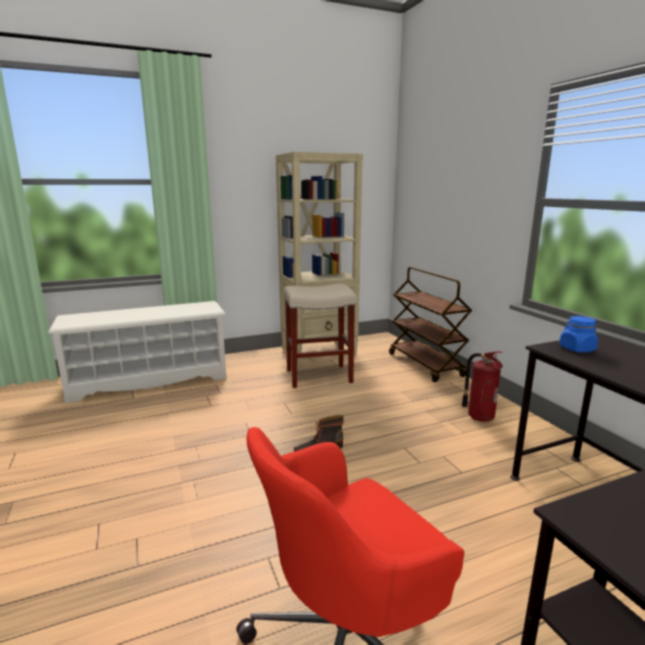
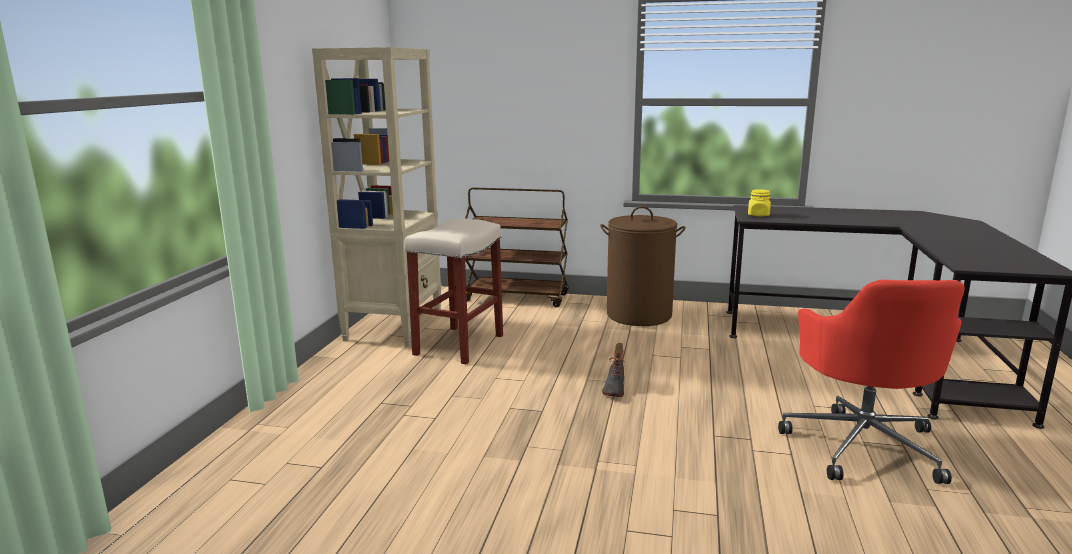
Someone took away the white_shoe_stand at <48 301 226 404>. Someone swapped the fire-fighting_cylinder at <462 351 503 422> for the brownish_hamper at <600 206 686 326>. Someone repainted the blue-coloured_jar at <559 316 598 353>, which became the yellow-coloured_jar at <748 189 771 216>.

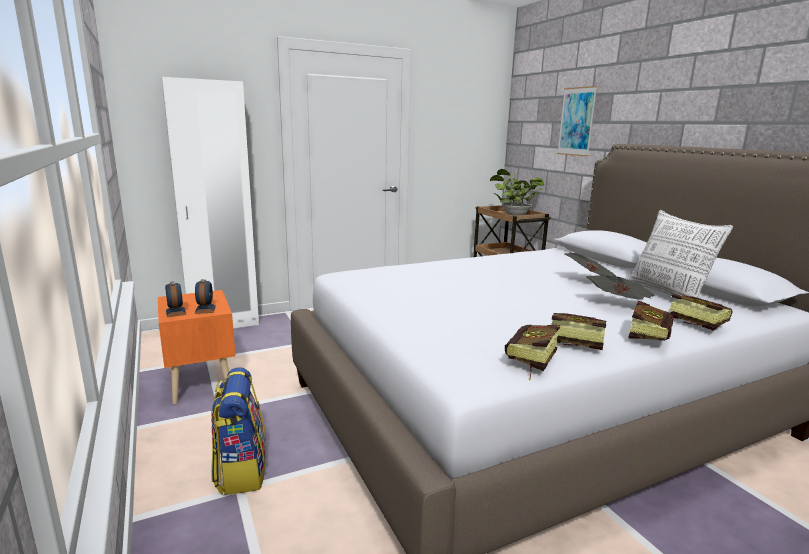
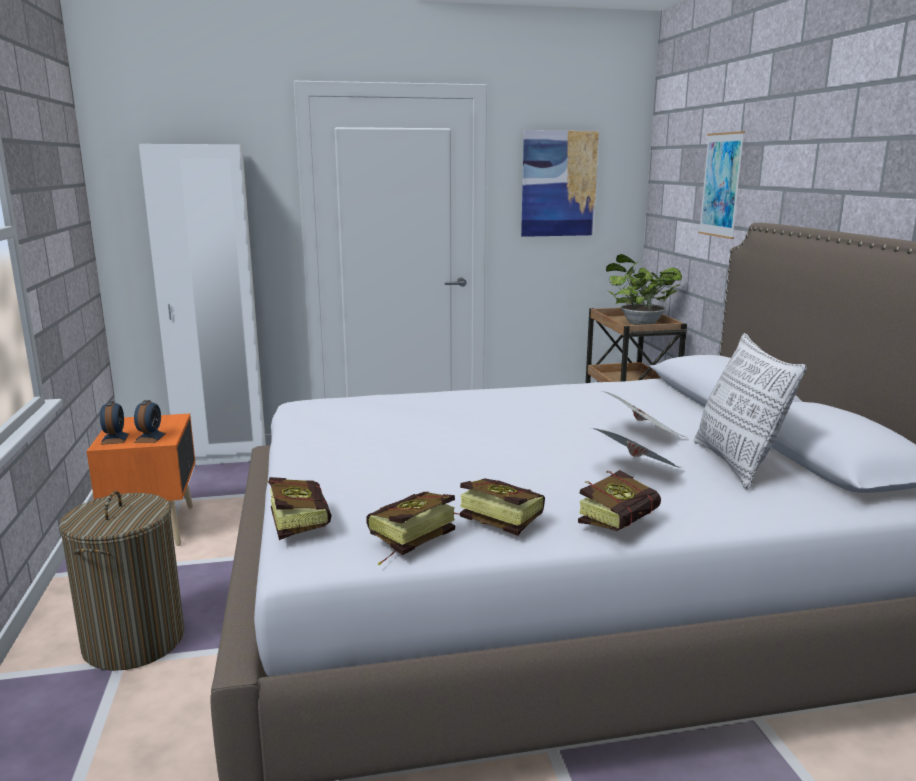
Someone swapped the backpack at <211 367 266 495> for the hamper at <59 491 184 671>. Someone carried the book from <670 294 733 331> to <267 477 332 540>. Someone put up the wall_picture at <521 130 599 237>.

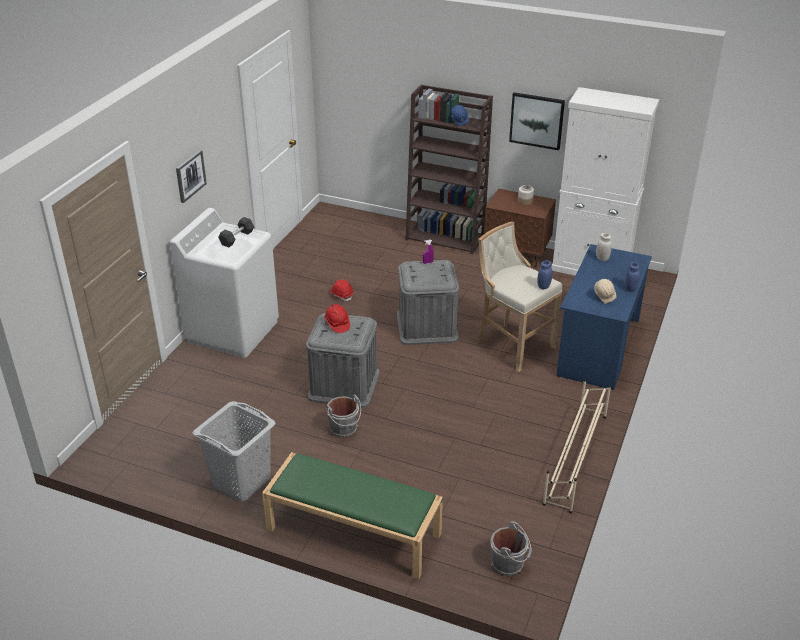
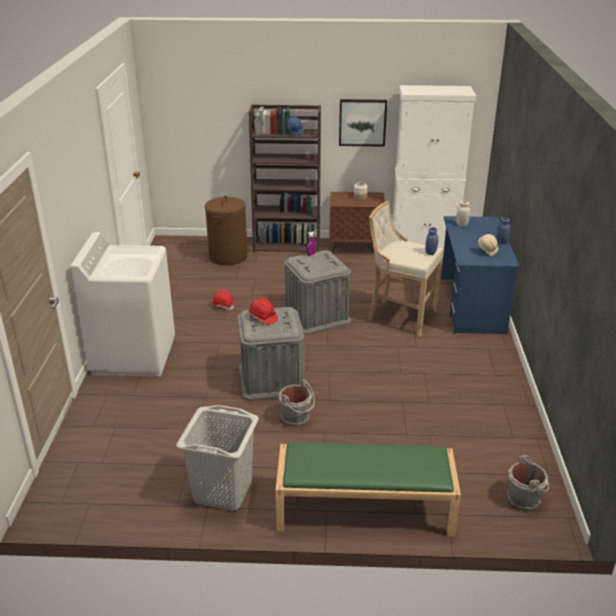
Someone took away the wall_picture at <176 150 207 203>. Someone took away the grey_free_weight at <218 217 254 247>. Someone took away the beige-coloured_shoe_stand at <543 379 611 513>. Someone put down the brownish_hamper at <205 195 248 265>.

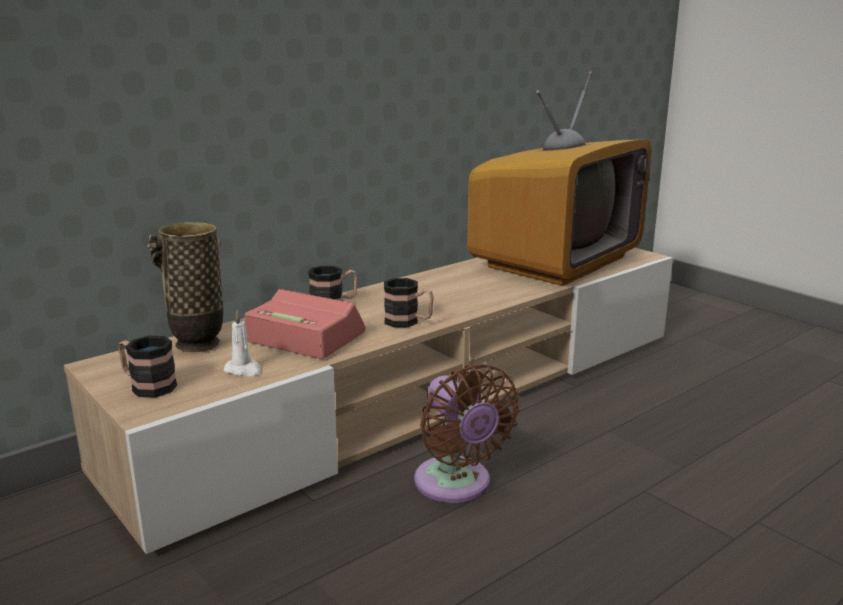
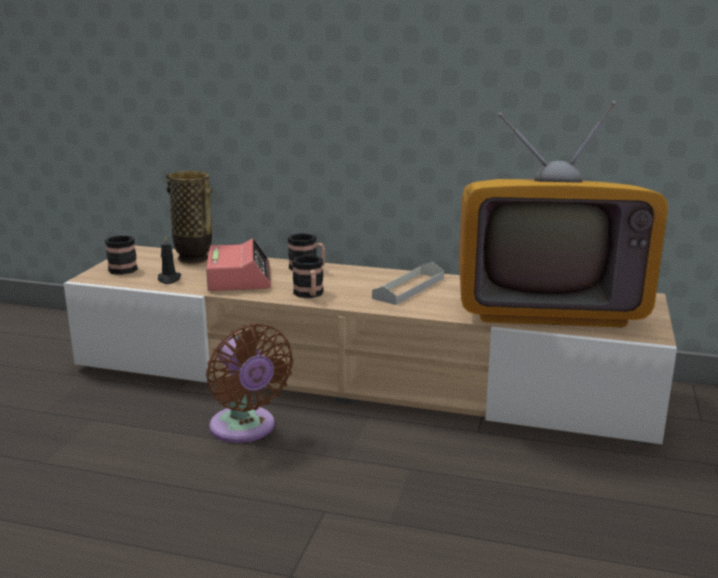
Someone repainted the white_candle at <224 311 261 376>, which became the black-coloured_candle at <158 235 181 284>. Someone rotated the brownish_cooling_fan at <414 364 520 503> by 60 degrees counterclockwise. Someone put down the grey_serving_tray at <372 262 444 305>.

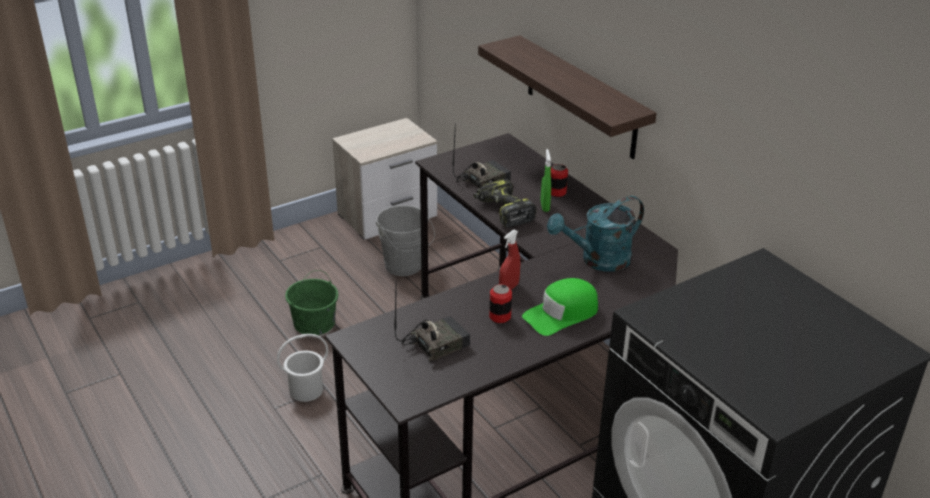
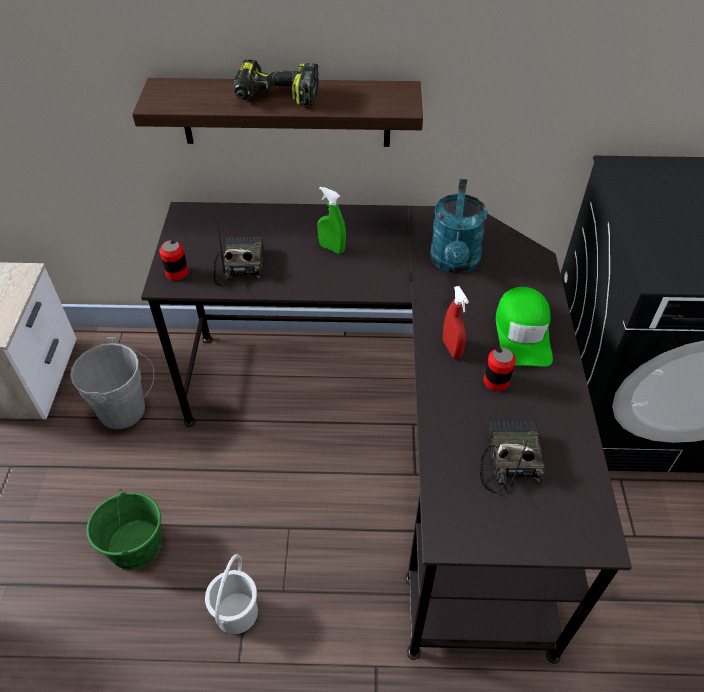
Someone carried the power_drill from <474 179 537 228> to <234 59 319 106>. Someone carried the can from <551 164 568 197> to <159 240 188 281>.

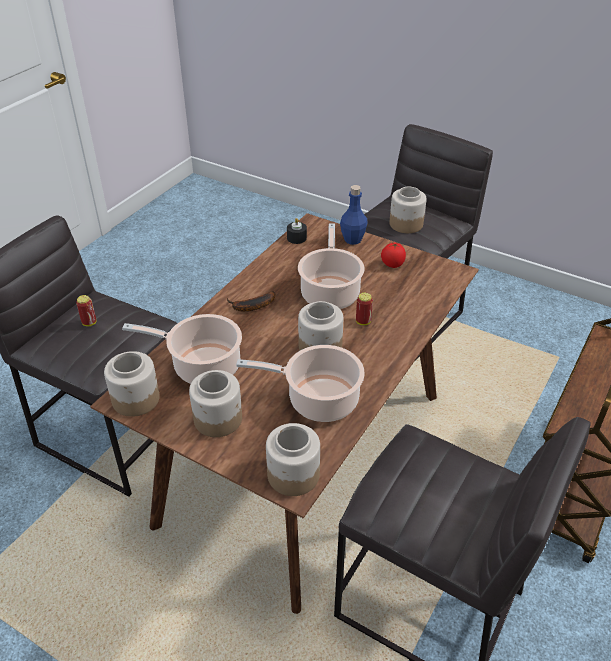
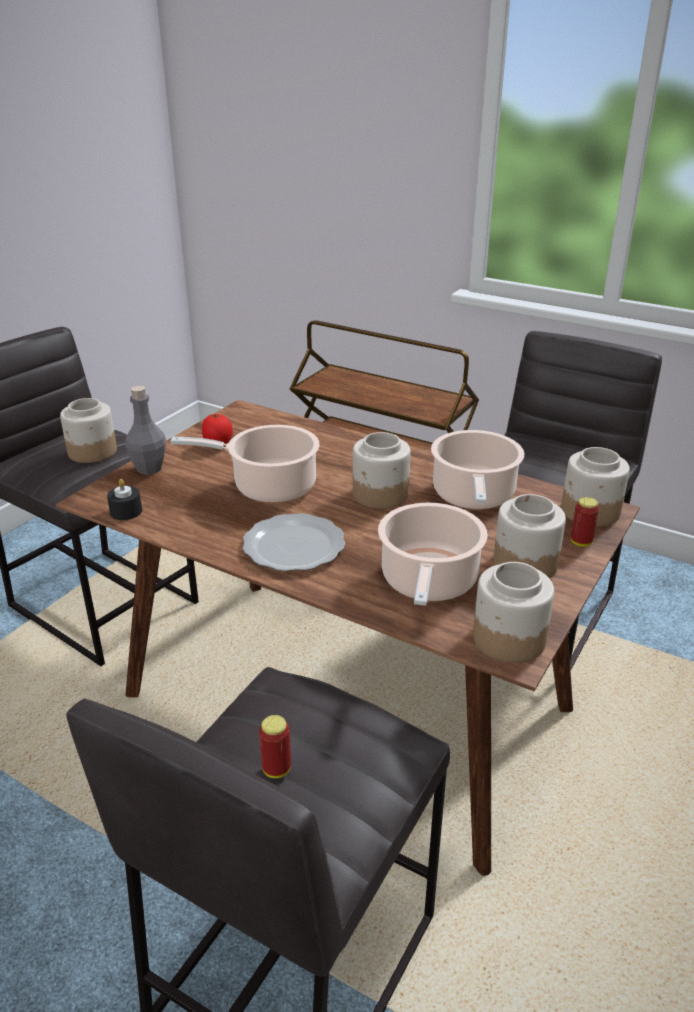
Someone swapped the banana at <227 292 275 311> for the flat_dish at <243 513 345 571>. Someone repainted the blue-coloured_beverage_bottle at <340 185 368 245>, which became the grey_beverage_bottle at <125 386 166 475>. Someone carried the can from <356 293 373 325> to <571 497 599 547>.

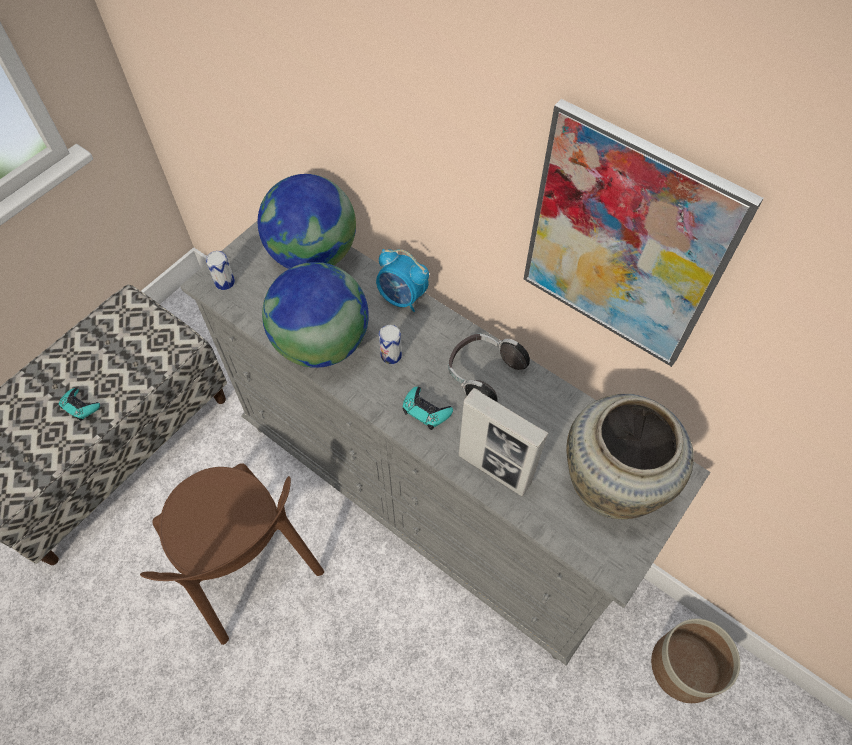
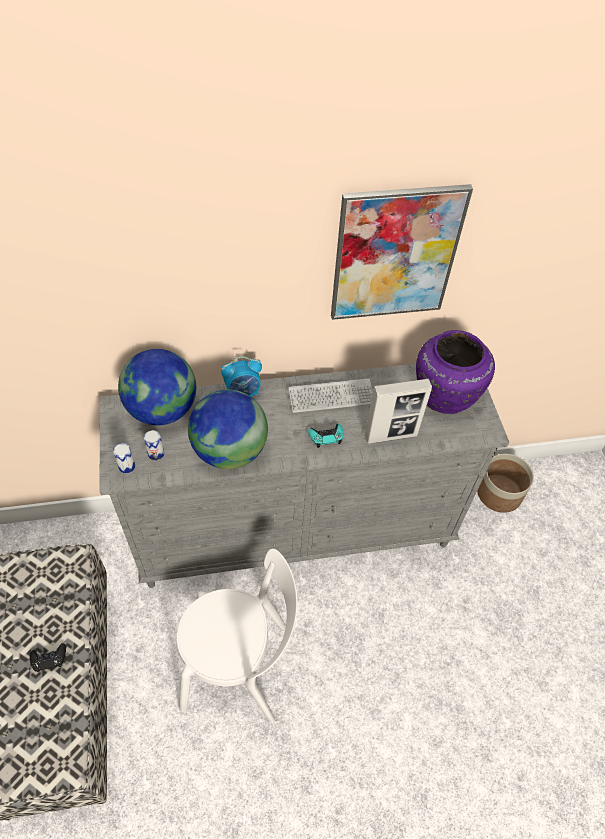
Someone repainted the blue-green_joypad at <59 388 100 421>, which became the black-coloured_joypad at <30 643 66 672>. Someone repainted the brownish_plain_chair at <140 463 324 645>, which became the white_plain_chair at <177 548 298 723>. Someone carried the can from <379 325 402 364> to <144 430 164 461>. Someone swapped the pair_of_headphones at <448 333 530 402> for the computer_keyboard at <288 379 373 413>. Someone repainted the beige-coloured_vase at <566 394 694 519>, which became the purplish_vase at <416 330 495 414>.

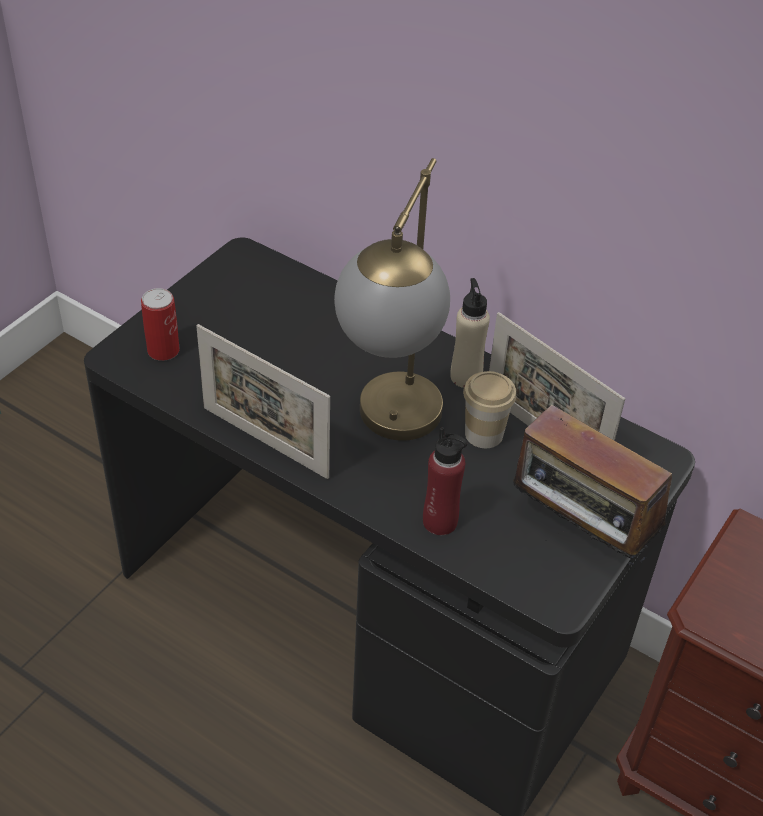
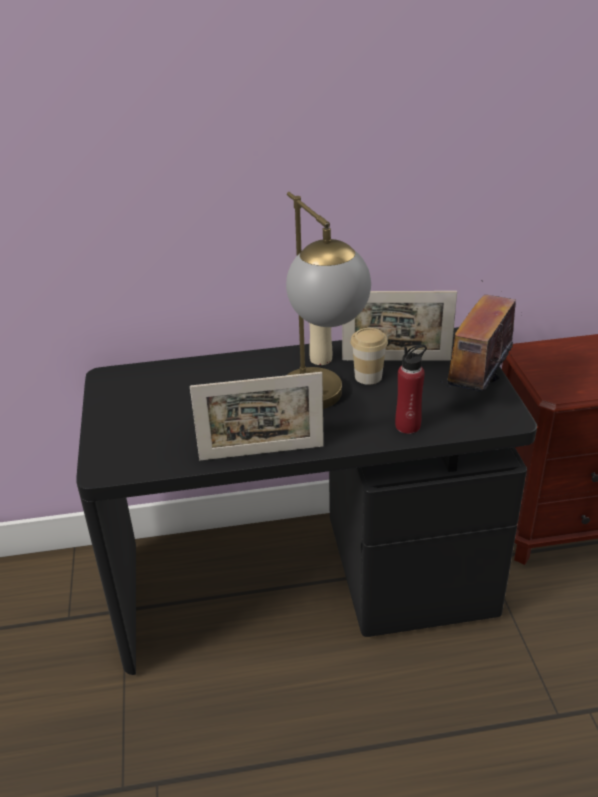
Someone took away the can at <141 288 180 361>. Someone rotated the radio at <513 405 672 565> by 120 degrees clockwise.

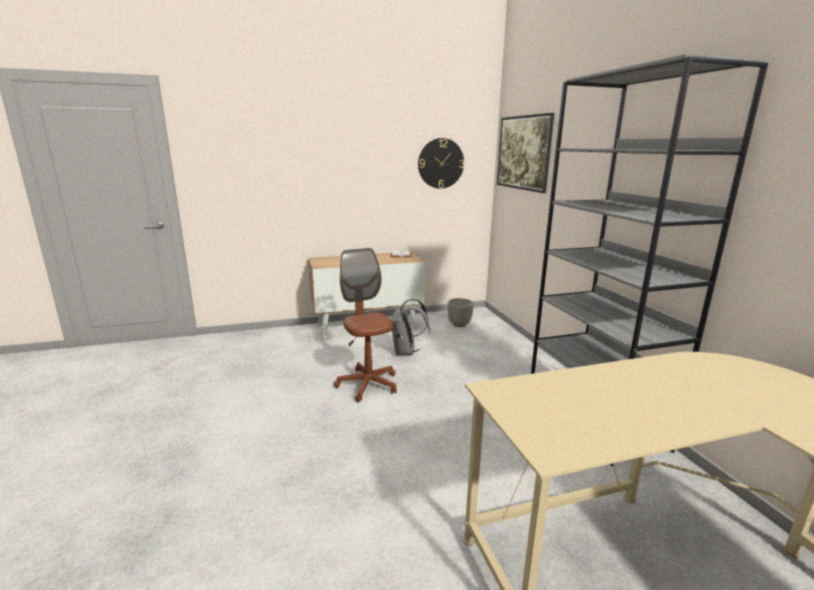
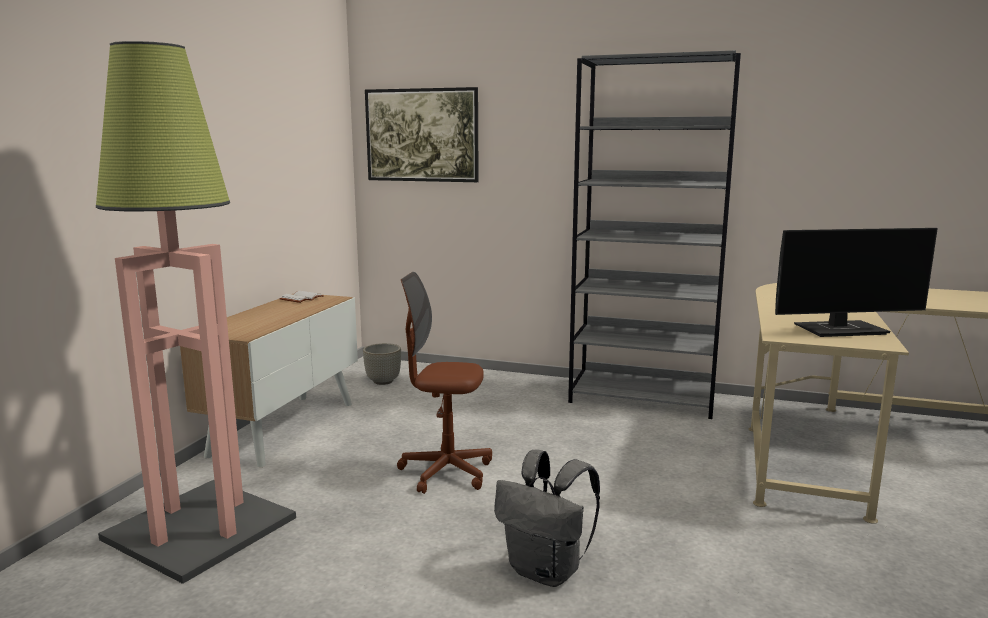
Someone carried the grey_backpack from <391 299 430 356> to <494 449 600 587>. Someone took away the wall_clock at <418 138 464 189>. Someone put down the standing_lamp at <96 41 296 584>. Someone put down the computer_display at <775 228 938 337>.

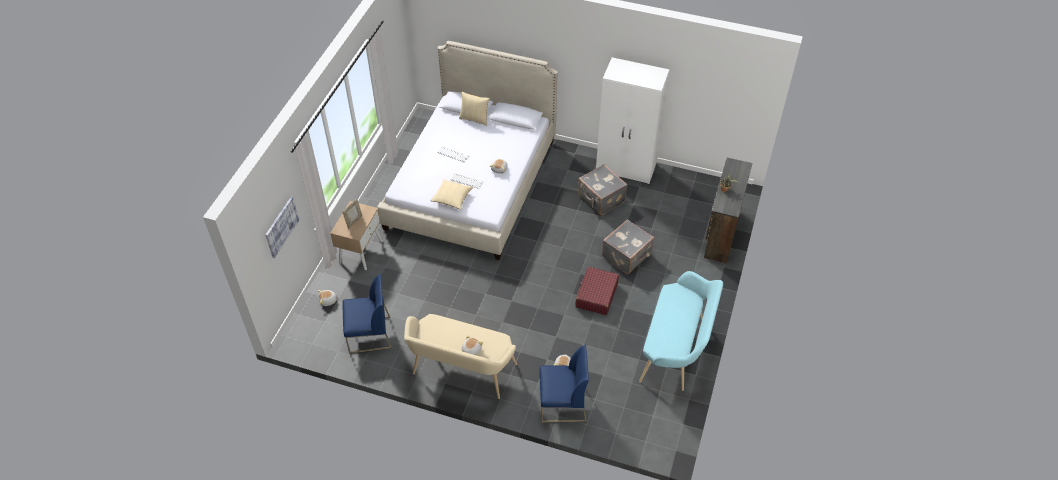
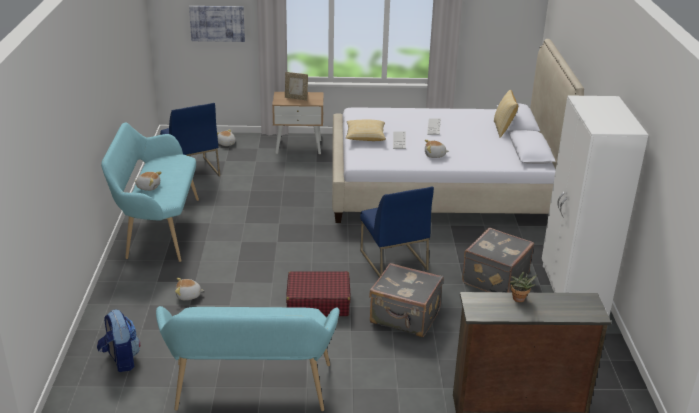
Someone repainted the beige-coloured_long_seat at <404 314 517 399>, which became the blue-green_long_seat at <101 123 199 262>. Someone carried the blue-coloured_plain_chair from <539 344 589 423> to <360 187 434 277>. Someone put down the backpack at <97 310 140 372>.

